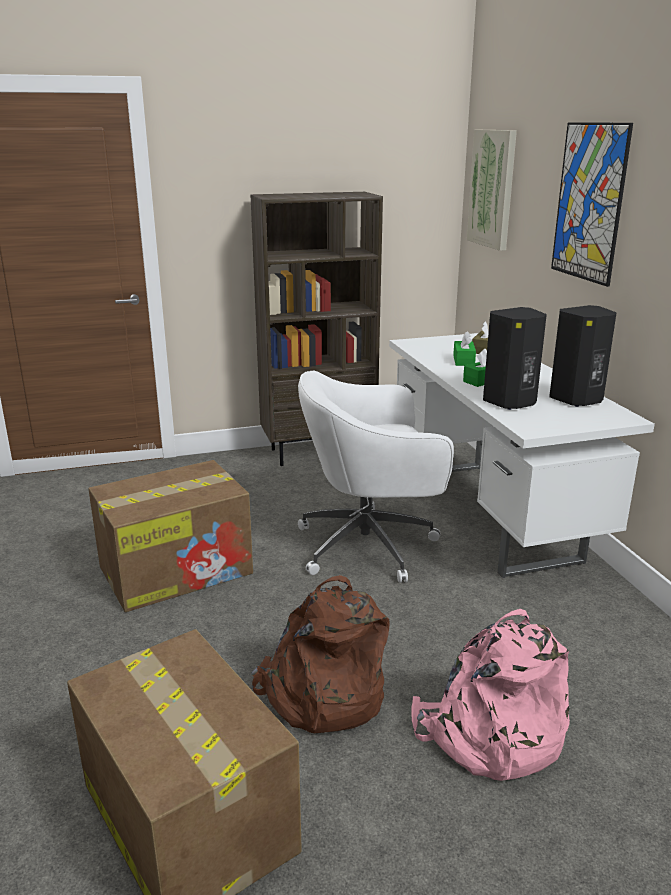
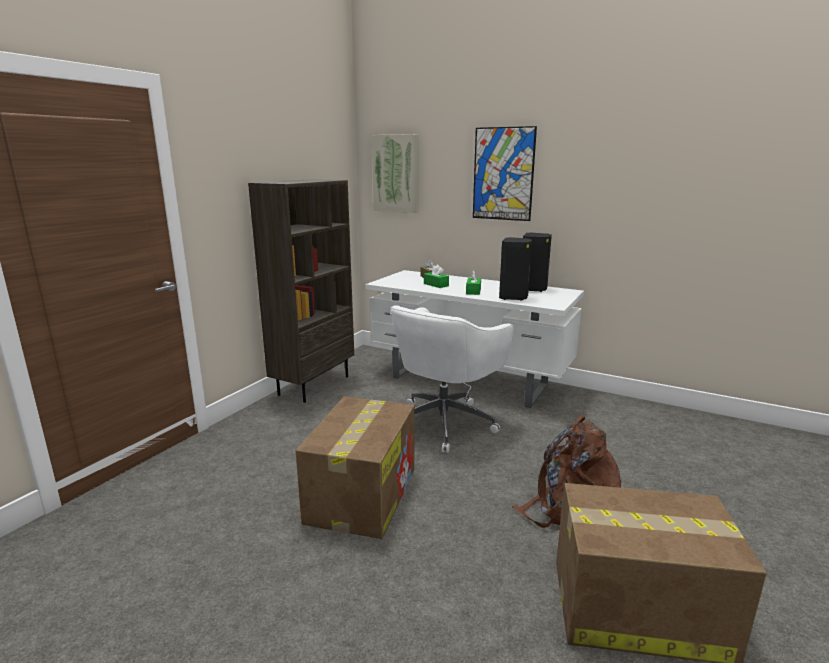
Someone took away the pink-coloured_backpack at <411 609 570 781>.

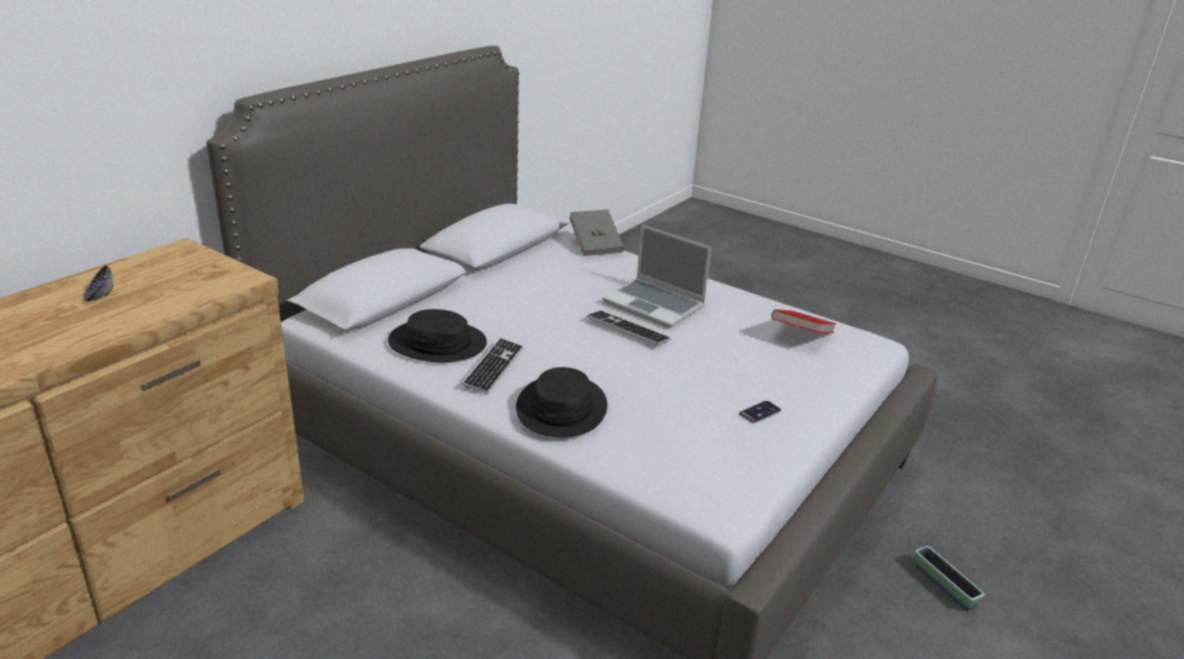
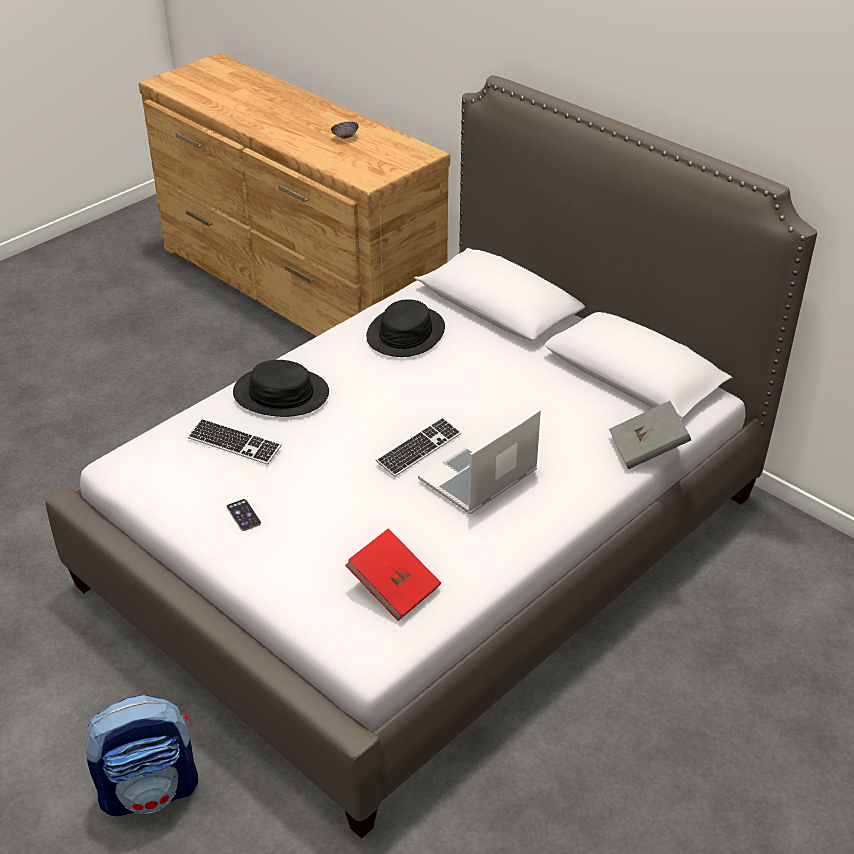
Someone carried the computer_keyboard from <461 338 524 394> to <188 418 282 465>. Someone swapped the plant_pot at <915 546 985 611> for the backpack at <85 695 198 816>.

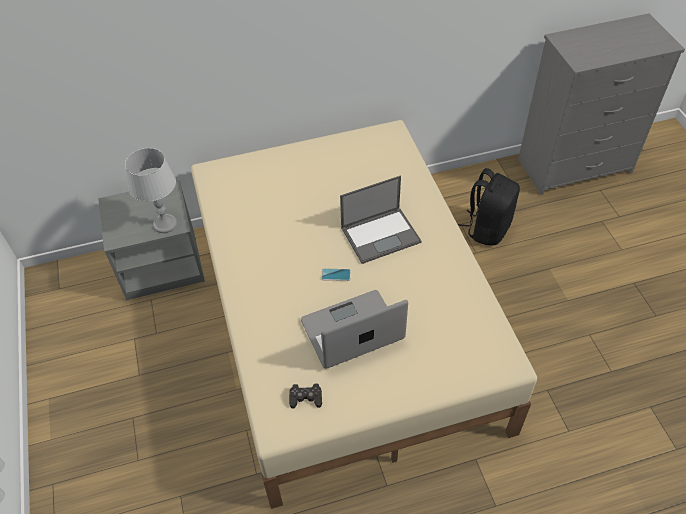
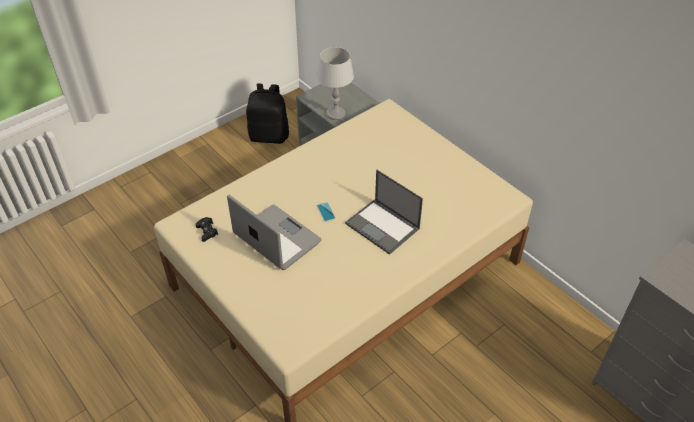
Someone carried the black-coloured_backpack from <458 168 520 246> to <246 83 289 144>.

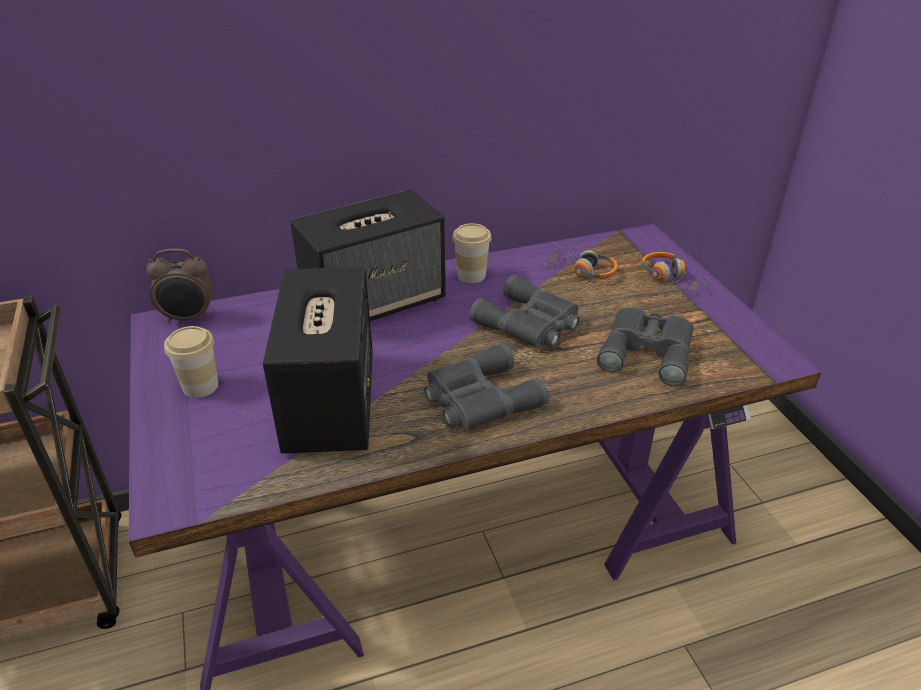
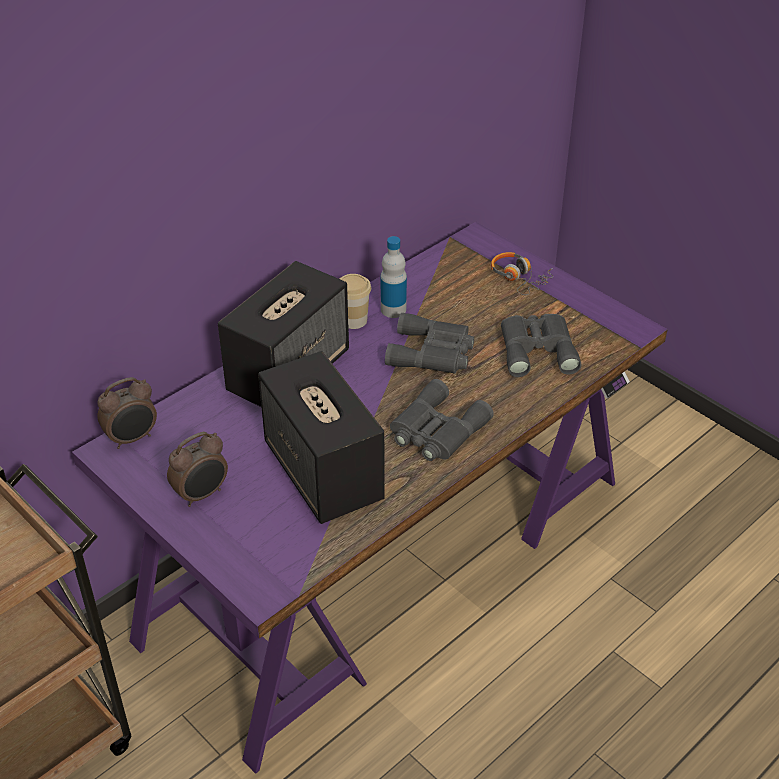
Someone swapped the small_cup at <164 326 218 398> for the table_clock at <167 432 228 507>. Someone took away the pair_of_headphones at <545 242 618 279>. Someone put down the beverage_bottle at <381 236 407 318>.

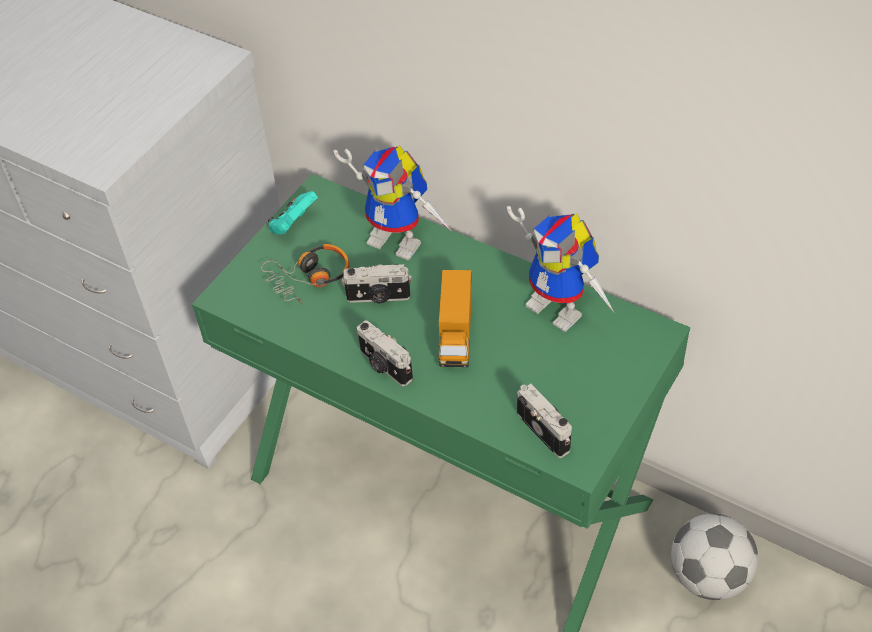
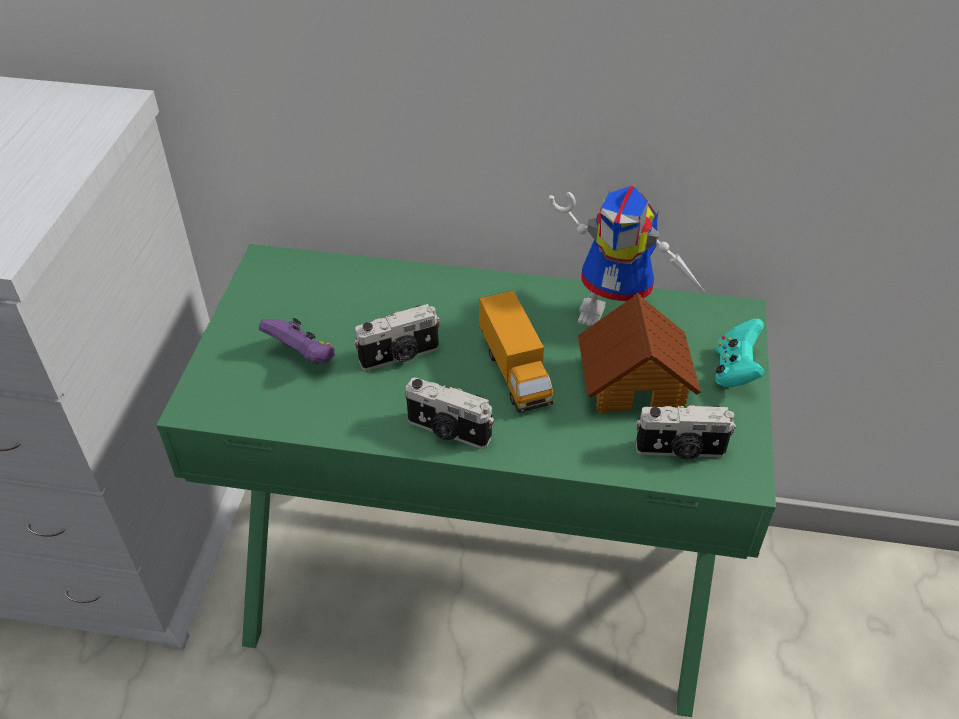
Someone swapped the pair_of_headphones at <261 244 349 305> for the purplish_joypad at <259 318 335 364>. Someone carried the blue-green_joypad from <268 191 318 235> to <715 318 765 387>. Someone took away the model_robot at <333 145 450 261>. Someone rotated the photo_camera at <517 384 572 458> by 150 degrees clockwise. Someone took away the football at <671 513 758 600>. Someone put down the miniature_house at <578 293 701 414>.

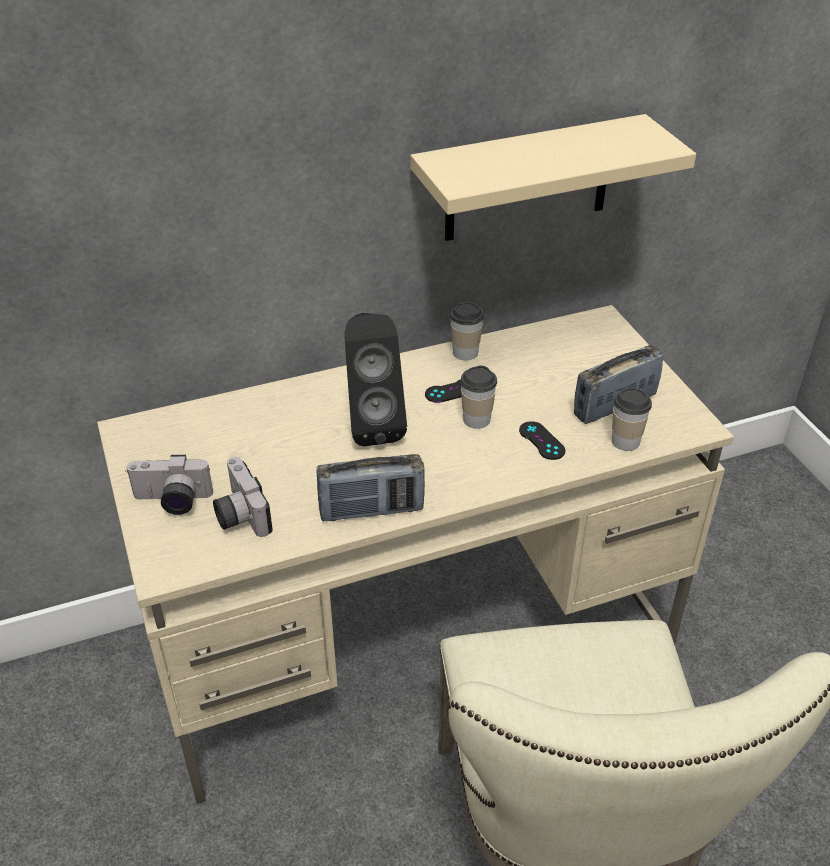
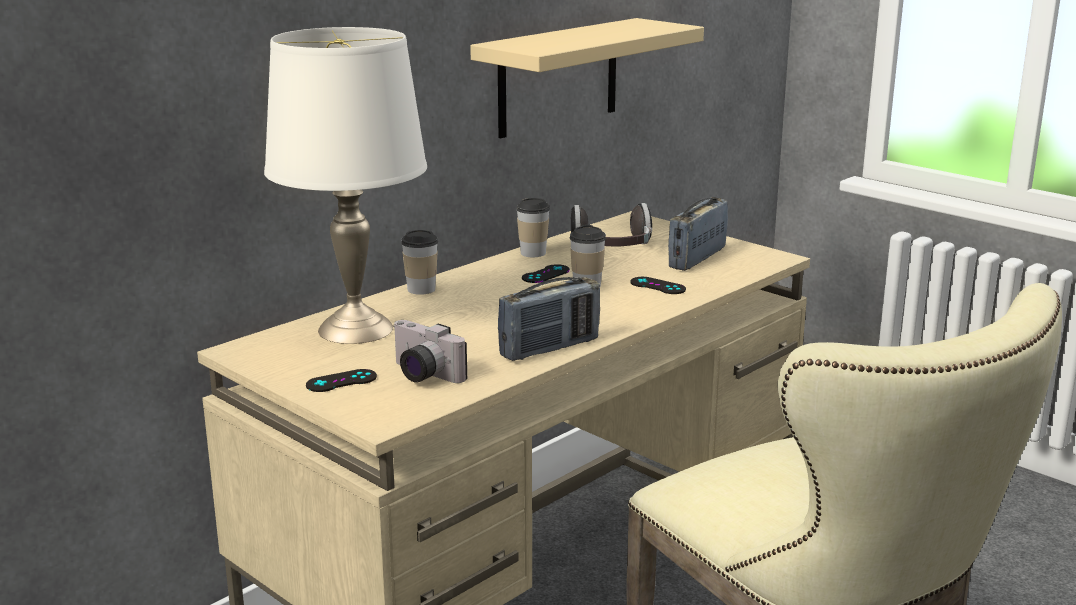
Someone swapped the photo_camera at <125 455 213 515> for the black-coloured_joypad at <306 369 377 392>. Someone took away the black-coloured_loudspeaker at <345 313 407 446>. Someone carried the small_cup from <612 388 652 451> to <401 230 438 295>. Someone put down the white_table_lamp at <264 27 427 344>. Someone put down the pair_of_headphones at <571 203 652 246>.

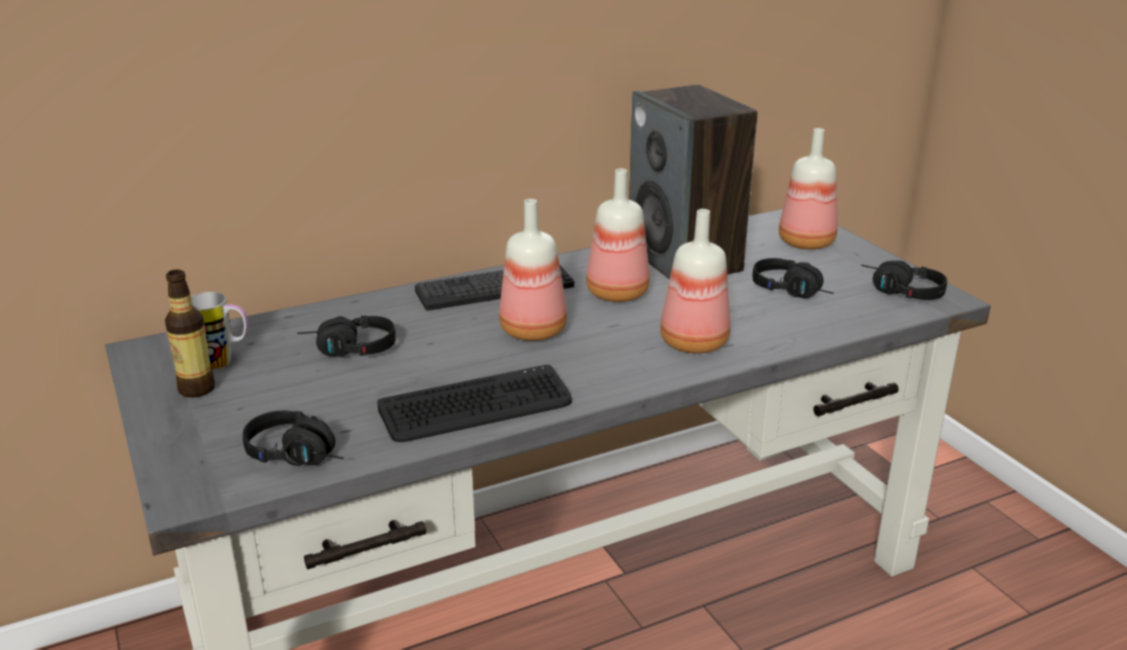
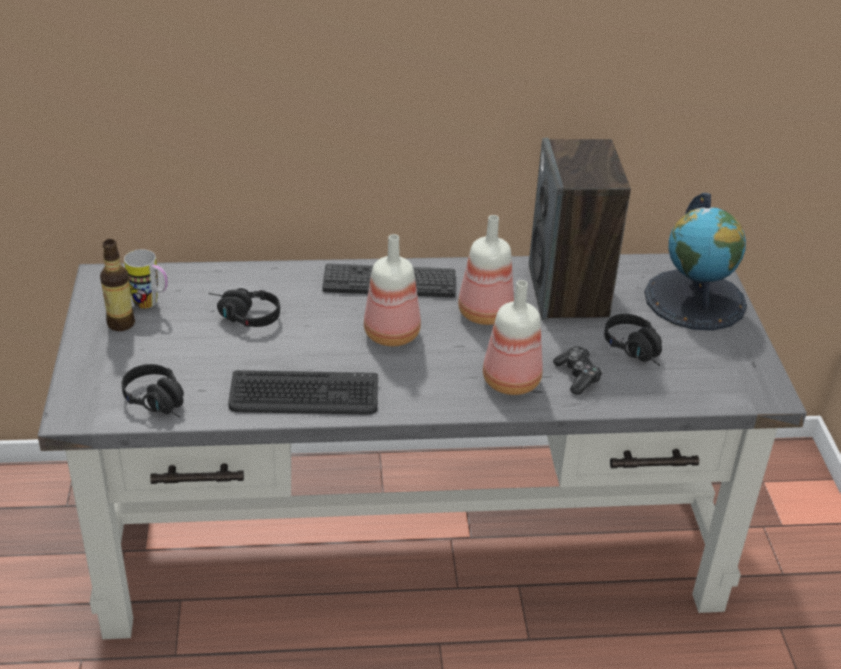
Someone swapped the beverage_bottle at <779 128 838 250> for the world_globe at <644 193 747 330>. Someone took away the black-coloured_pair_of_headphones at <861 260 947 300>. Someone put down the joypad at <553 346 603 395>.

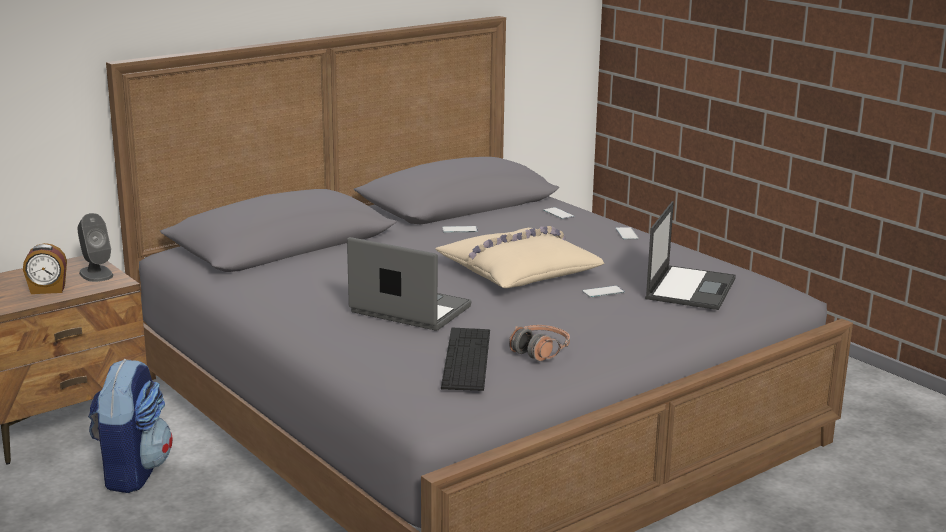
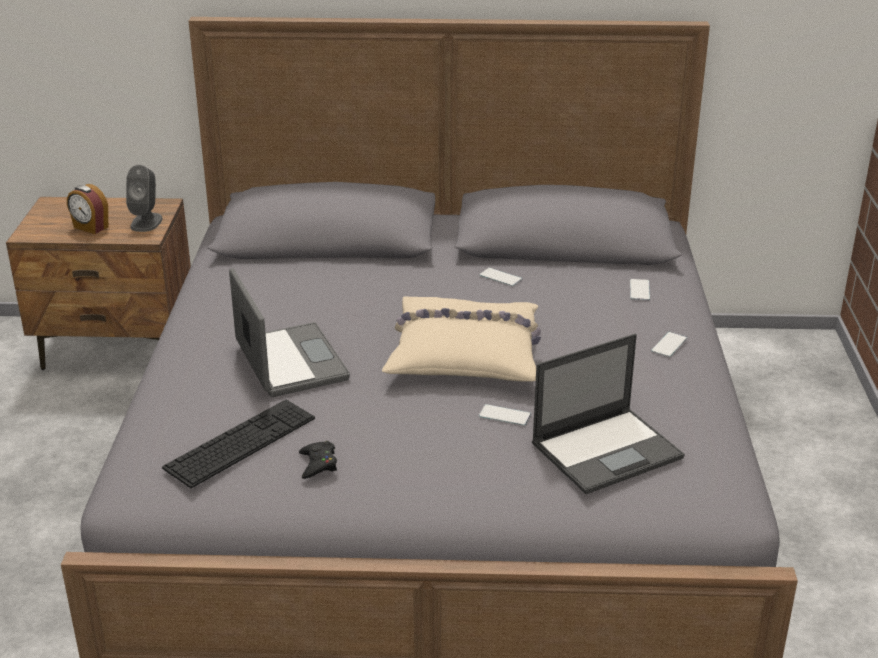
Someone took away the backpack at <88 359 173 493>. Someone swapped the pair_of_headphones at <509 325 570 361> for the black-coloured_joypad at <299 441 337 479>.

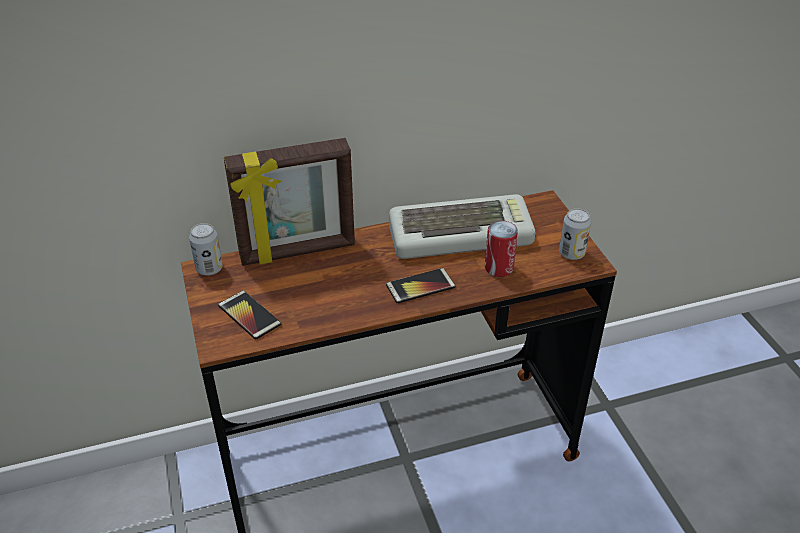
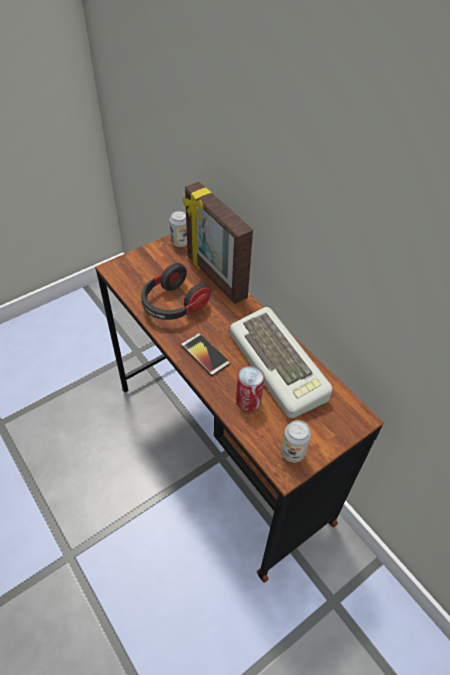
Someone took away the telephone at <218 290 281 339>. Someone put down the pair_of_headphones at <141 263 211 320>.

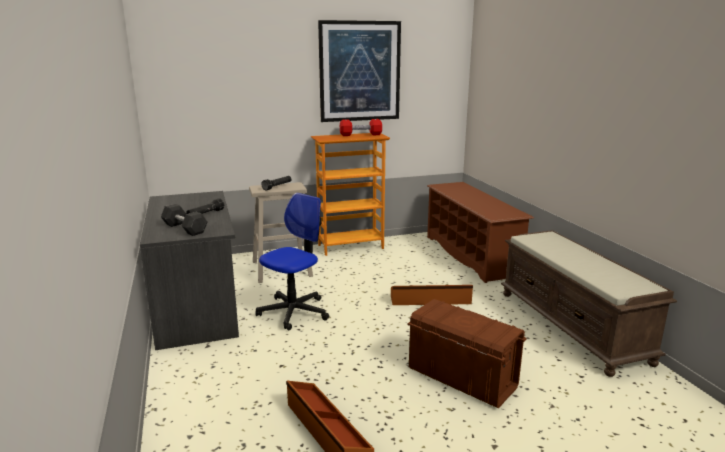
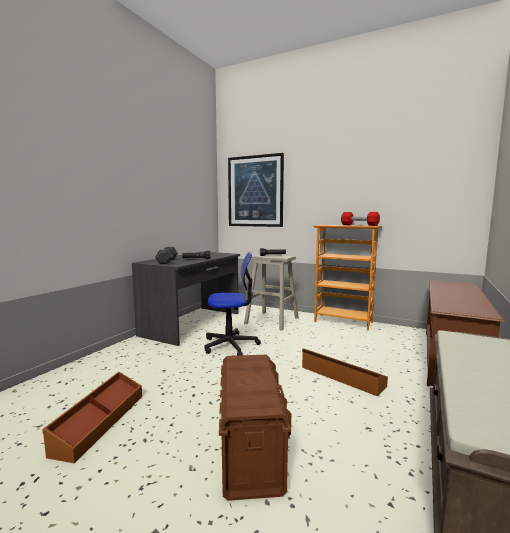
Someone carried the wall_picture from <318 20 401 122> to <228 153 284 227>.

